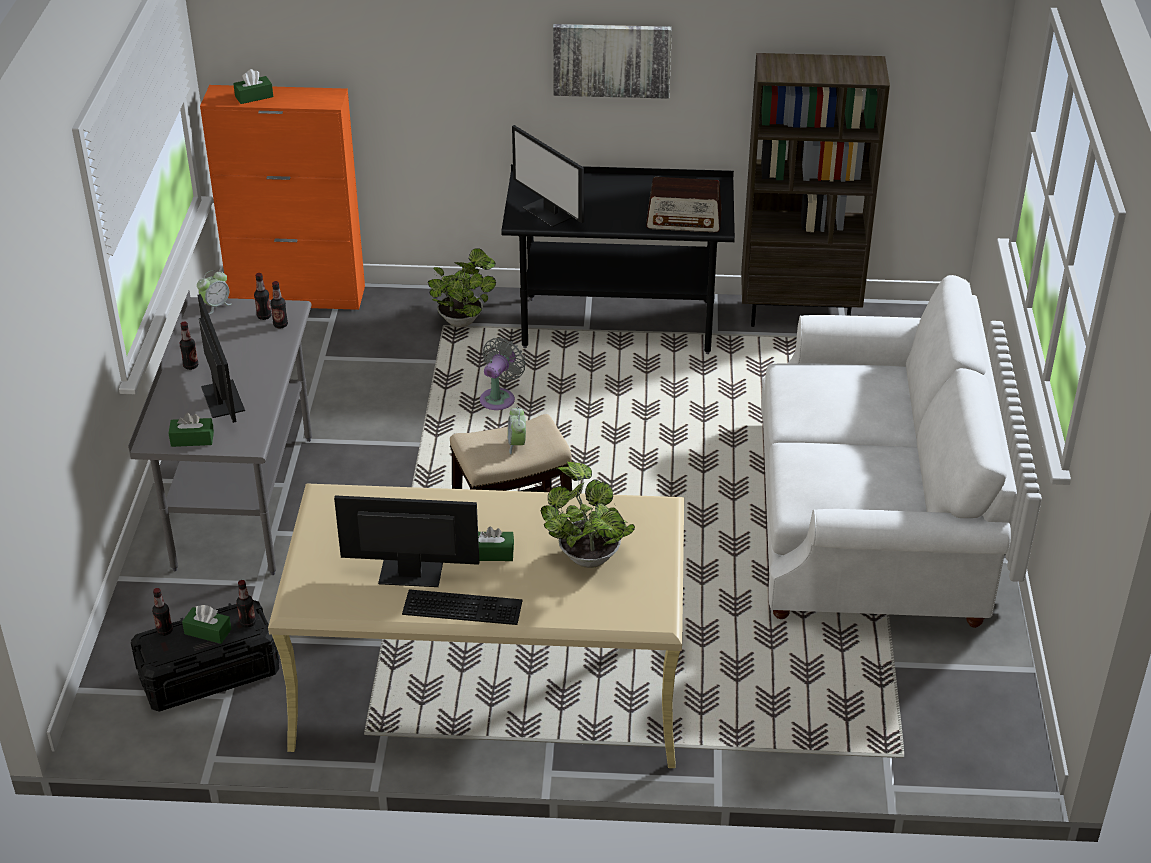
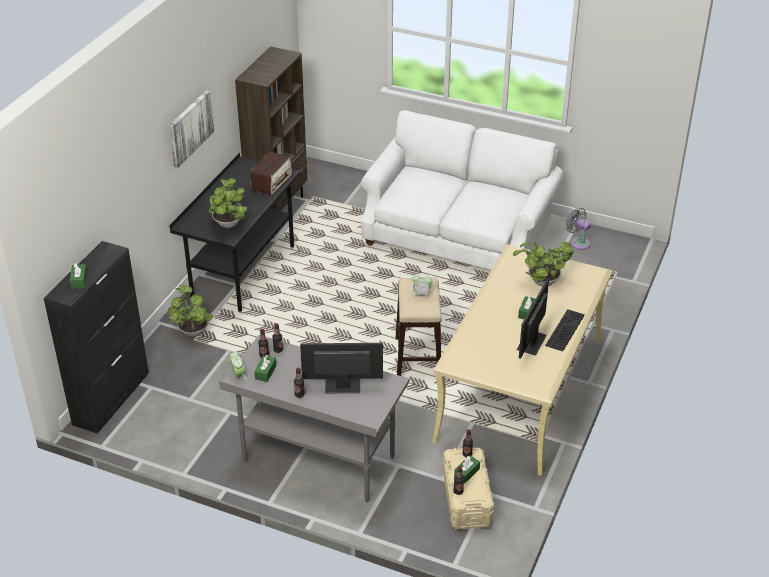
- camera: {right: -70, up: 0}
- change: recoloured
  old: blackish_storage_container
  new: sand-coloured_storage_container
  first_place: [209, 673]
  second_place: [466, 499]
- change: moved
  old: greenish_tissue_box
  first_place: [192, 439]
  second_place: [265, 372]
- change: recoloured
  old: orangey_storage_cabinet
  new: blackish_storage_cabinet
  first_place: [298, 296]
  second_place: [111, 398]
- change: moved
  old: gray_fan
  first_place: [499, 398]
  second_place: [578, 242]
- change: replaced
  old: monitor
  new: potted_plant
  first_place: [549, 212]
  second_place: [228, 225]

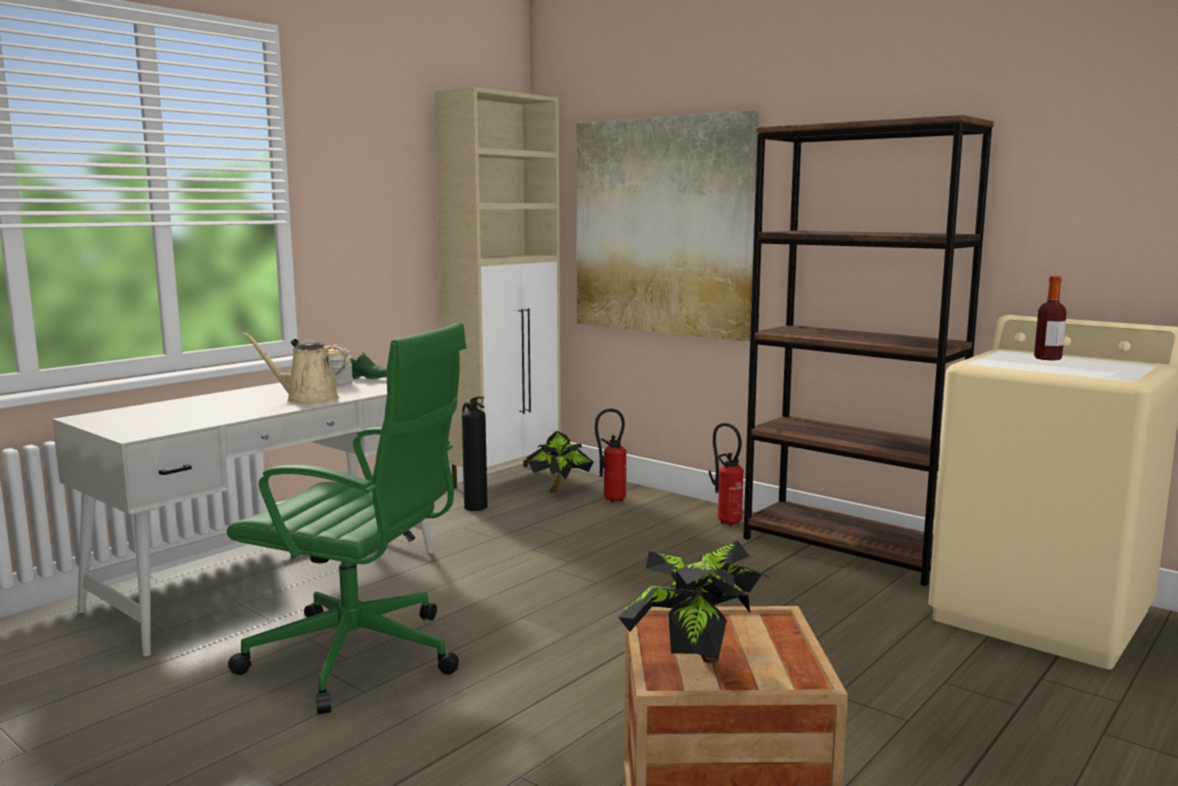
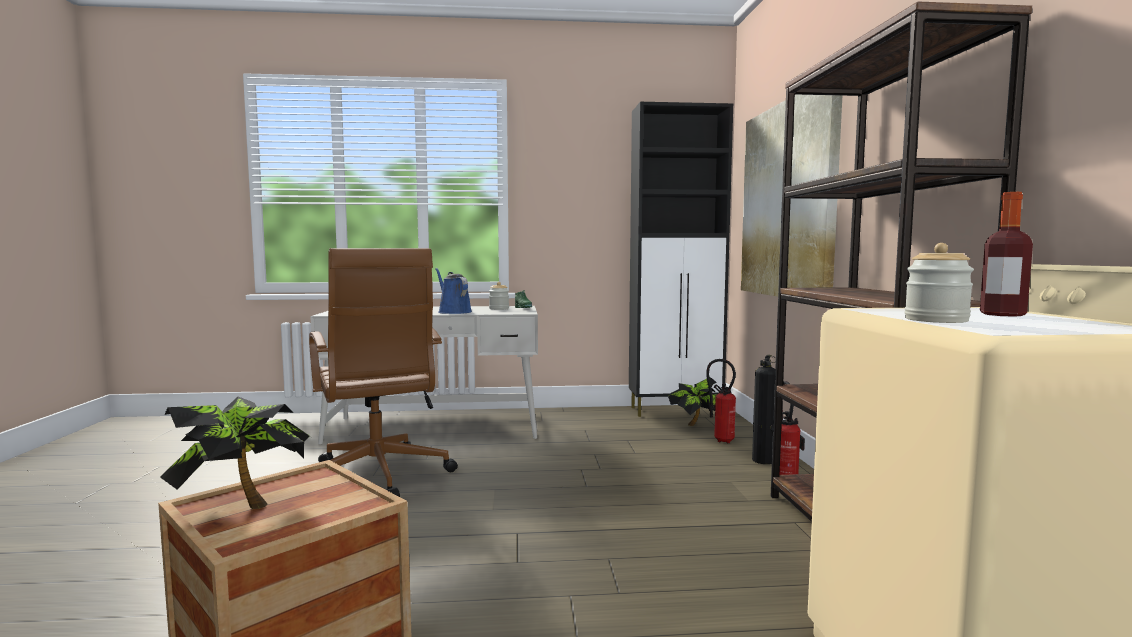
- camera: {right: 45, up: -5}
- change: recoloured
  old: greenish_computer_chair
  new: brown-coloured_computer_chair
  first_place: [360, 658]
  second_place: [377, 477]
- change: recoloured
  old: sand-coloured_watering_pot
  new: blue-coloured_watering_pot
  first_place: [307, 399]
  second_place: [453, 312]
- change: recoloured
  old: sand-coloured_storage_cabinet
  new: blackish_storage_cabinet
  first_place: [506, 480]
  second_place: [676, 411]
- change: moved
  old: fire-fighting_cylinder
  first_place: [475, 507]
  second_place: [763, 460]
- change: added
  new: preserve_jar
  second_place: [936, 320]

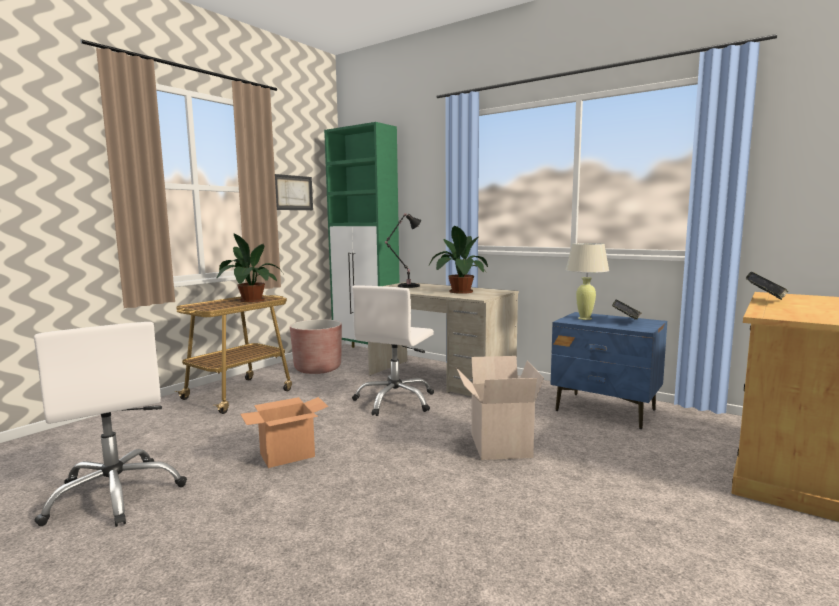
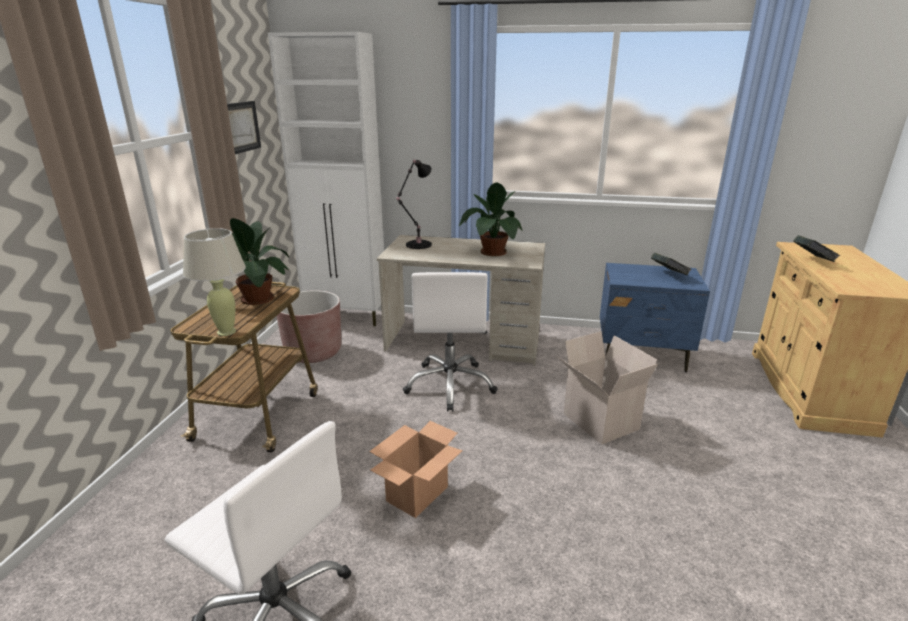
- camera: {right: -25, up: 15}
- change: recoloured
  old: greenish_storage_cabinet
  new: white-coloured_storage_cabinet
  first_place: [367, 353]
  second_place: [347, 317]
- change: moved
  old: sand-coloured_lamp_for_a_table
  first_place: [584, 318]
  second_place: [226, 332]

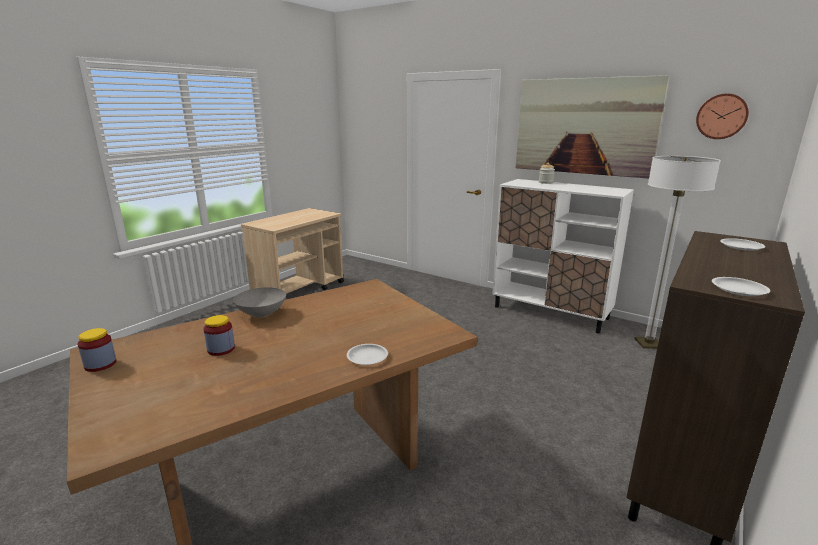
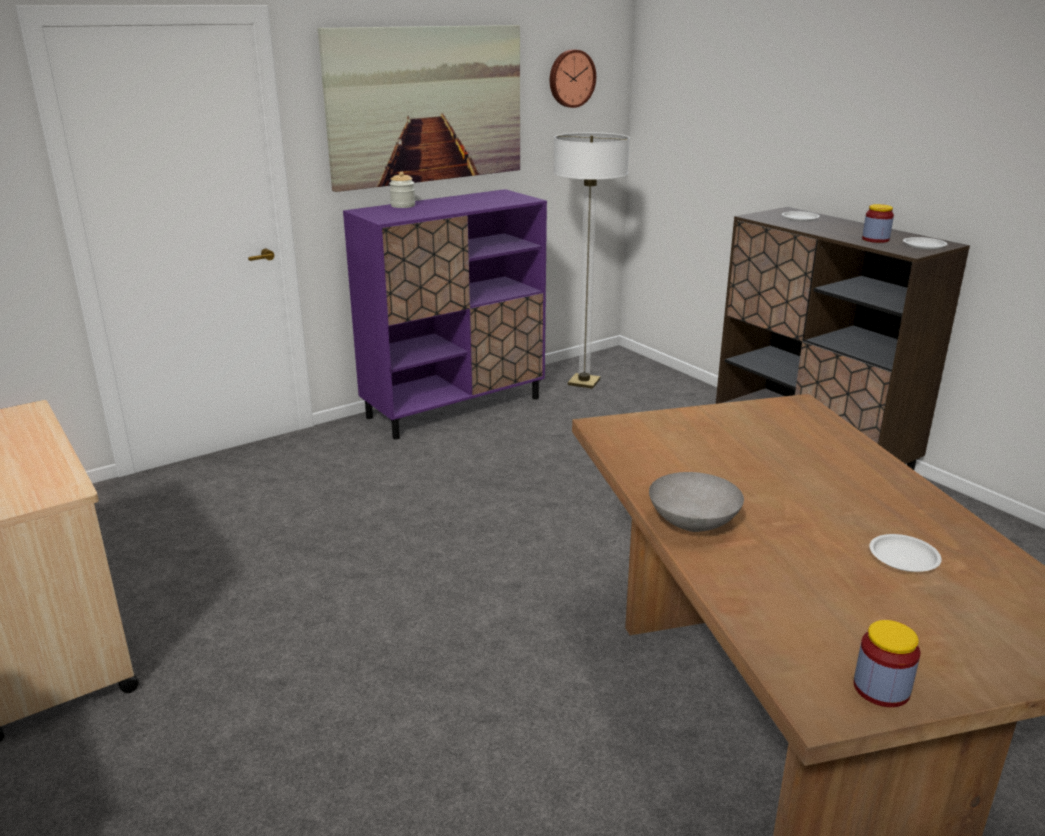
- camera: {right: -70, up: 5}
- change: moved
  old: preserve_jar
  first_place: [221, 349]
  second_place: [875, 239]
- change: moved
  old: white-coloured_dinner_plate
  first_place: [367, 357]
  second_place: [903, 557]
- change: recoloured
  old: white-coloured_storage_cabinet
  new: purple-coloured_storage_cabinet
  first_place: [550, 312]
  second_place: [455, 407]

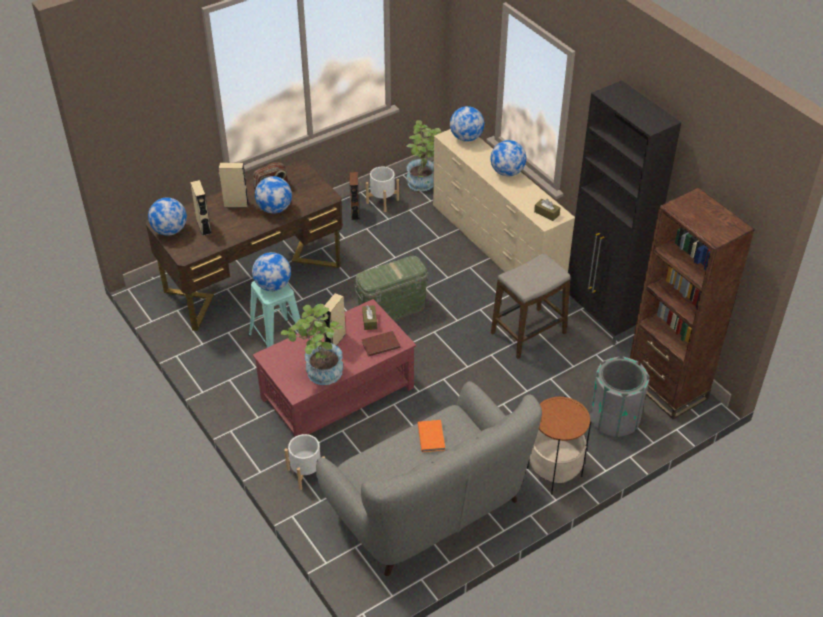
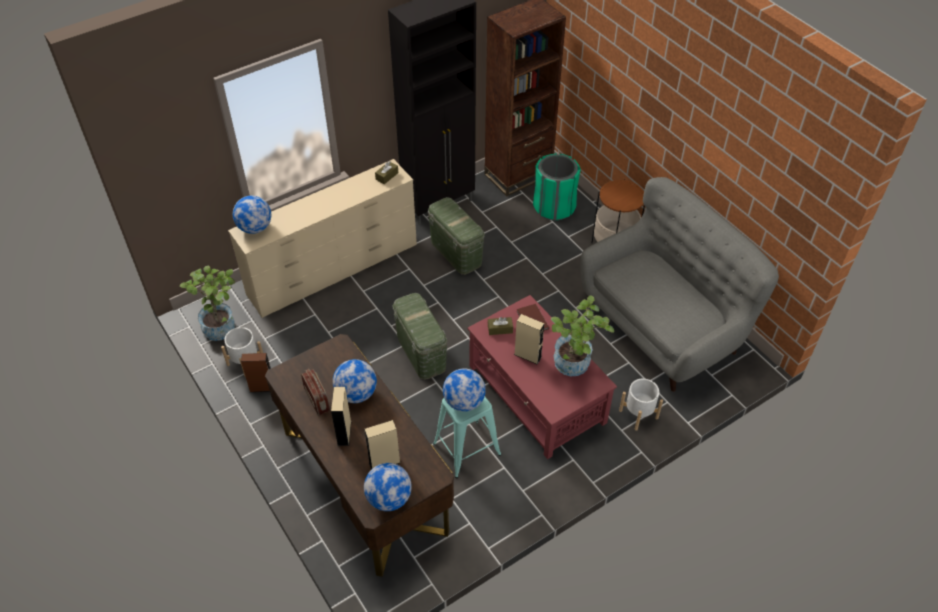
- camera: {right: -90, up: 5}
- change: removed
  old: orangey_bound_book
  first_place: [432, 436]
- change: removed
  old: desk_globe
  first_place: [507, 172]
- change: replaced
  old: stool
  new: greenish_storage_container
  first_place: [528, 333]
  second_place: [456, 252]
- change: recoloured
  old: gray_trash_can
  new: greenish_trash_can
  first_place: [614, 419]
  second_place: [554, 207]

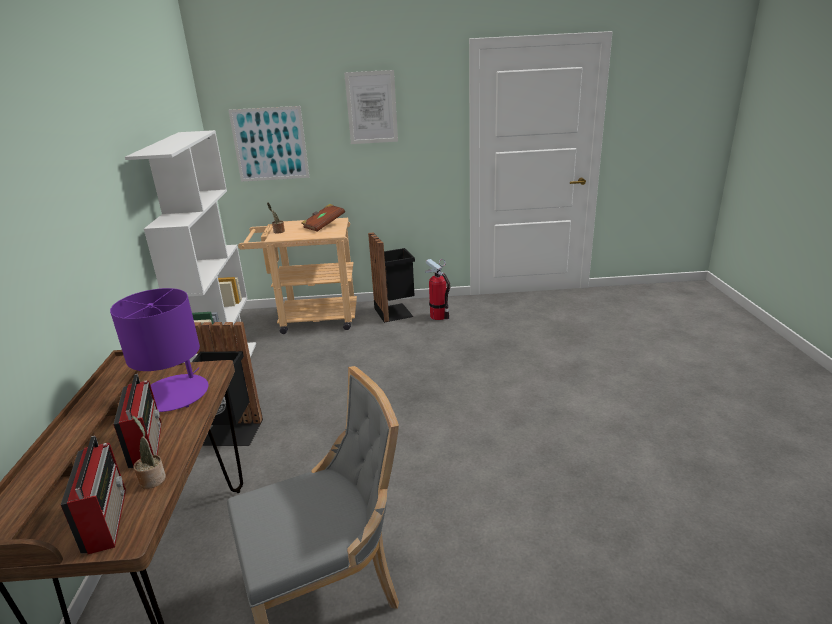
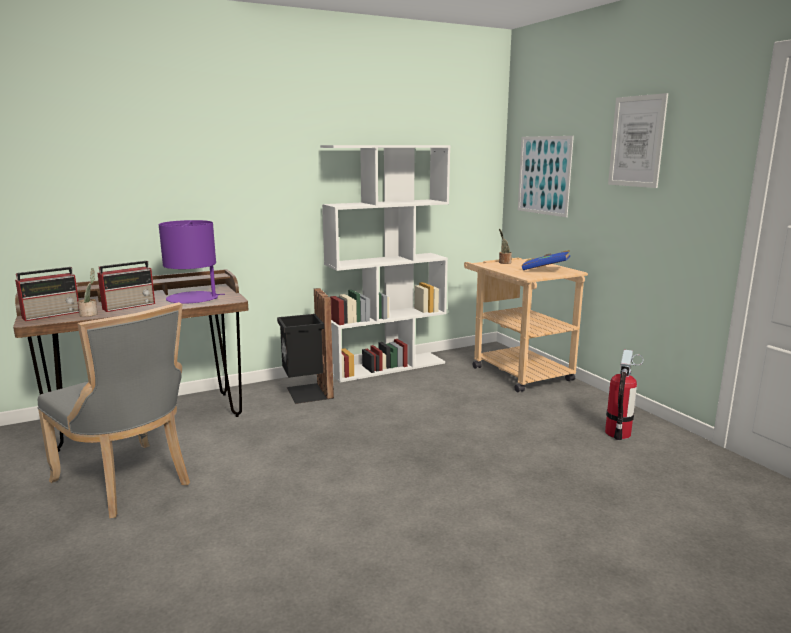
- camera: {right: 65, up: -10}
- change: recoloured
  old: brown-coloured_bound_book
  new: blue-coloured_bound_book
  first_place: [323, 225]
  second_place: [545, 270]
- change: removed
  old: blackish_trash_can
  first_place: [395, 312]

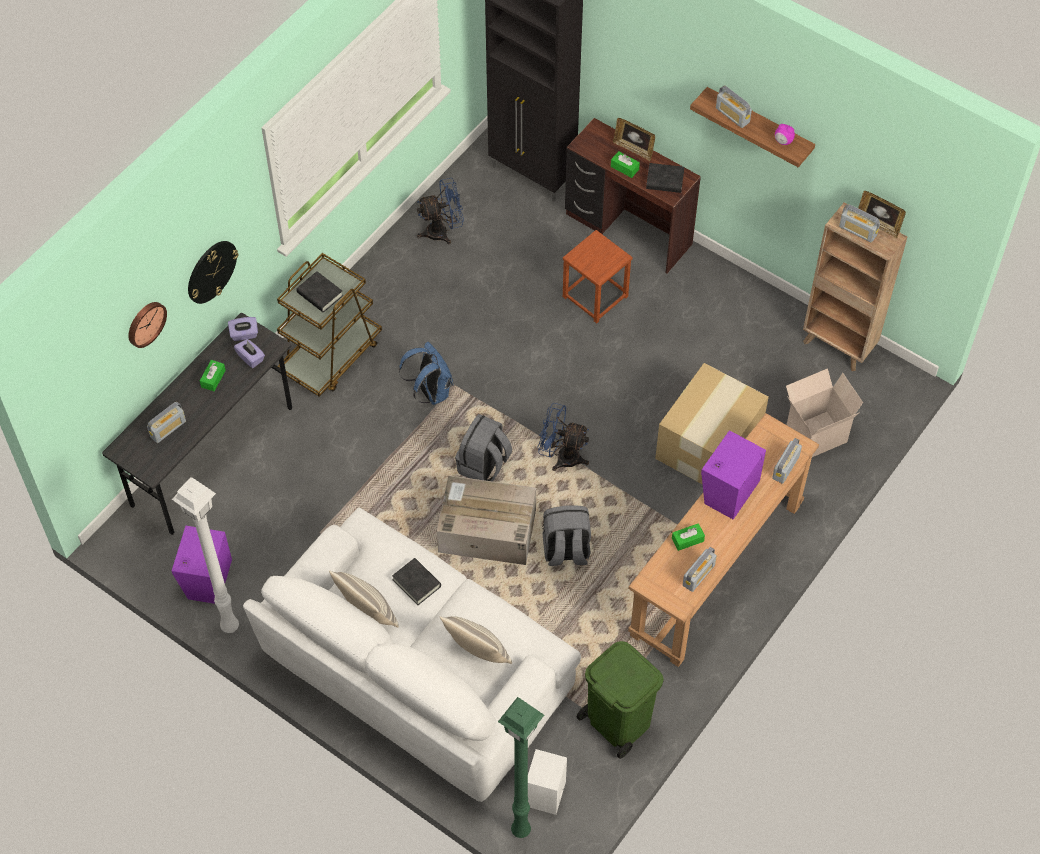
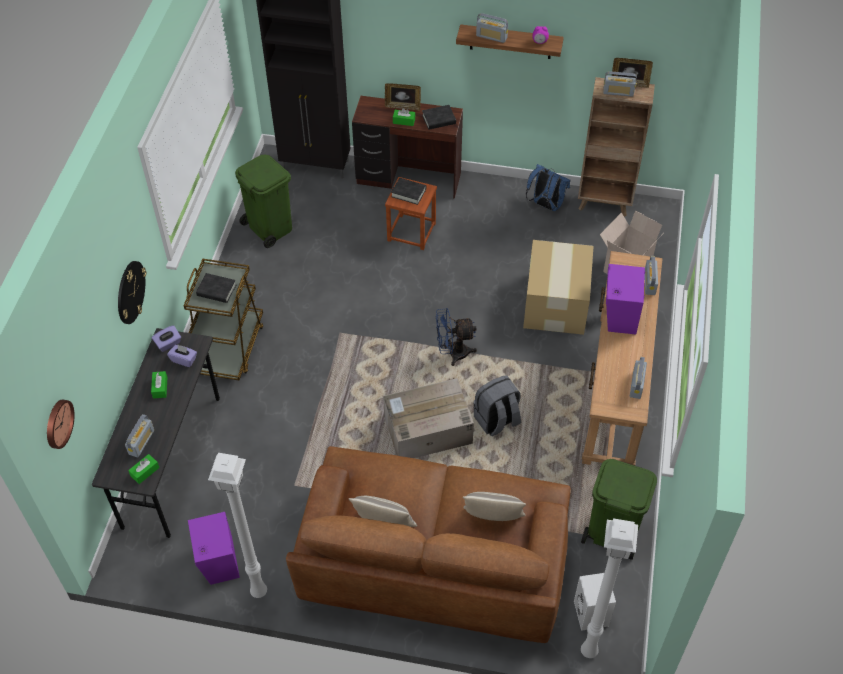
- camera: {right: -25, up: -5}
- change: moved
  old: hanging_clock
  first_place: [145, 323]
  second_place: [57, 423]
- change: recoloured
  old: white-coloured_settee
  new: brown-coloured_settee
  first_place: [416, 671]
  second_place: [433, 561]
- change: moved
  old: blackish_bound_book
  first_place: [416, 583]
  second_place: [408, 193]
- change: moved
  old: blue-coloured_rucksack
  first_place: [430, 392]
  second_place: [545, 205]
- change: replaced
  old: blue-coloured_fan
  new: greenish_trash_can
  first_place: [442, 231]
  second_place: [269, 227]
- change: removed
  old: gray_rucksack
  first_place: [483, 465]
- change: recoloured
  old: greenish_standard_lamp
  new: white-coloured_standard_lamp
  first_place: [519, 830]
  second_place: [587, 652]
- change: moved
  old: greenish_tissue_box
  first_place: [687, 540]
  second_place: [145, 472]

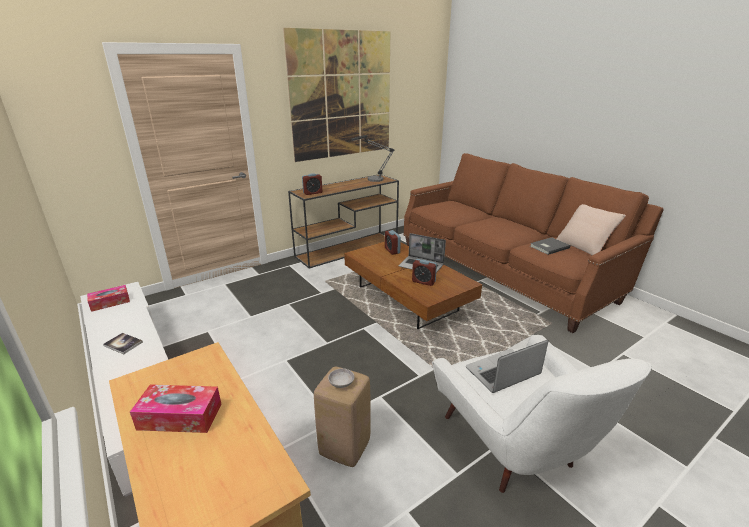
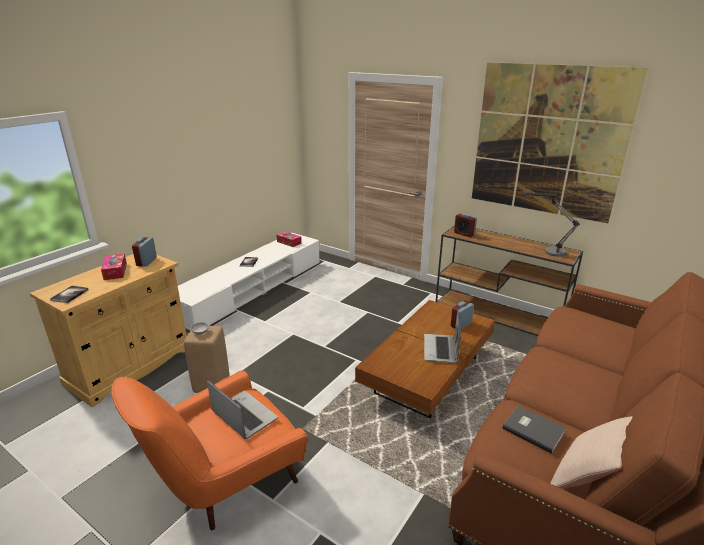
- camera: {right: 70, up: 0}
- change: moved
  old: bedside_clock
  first_place: [423, 282]
  second_place: [146, 262]
- change: recoloured
  old: white-coloured_armchair
  new: orangey_armchair
  first_place: [515, 449]
  second_place: [225, 484]
- change: added
  new: bound_book
  second_place: [70, 295]

